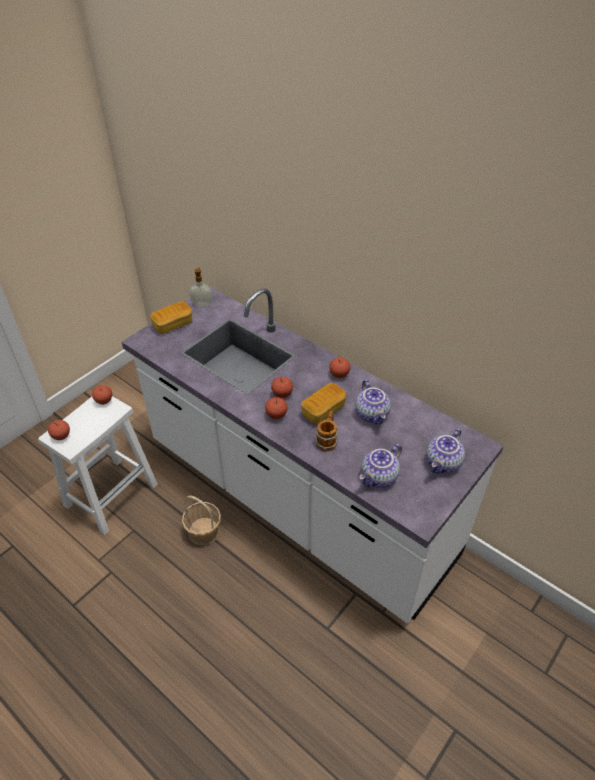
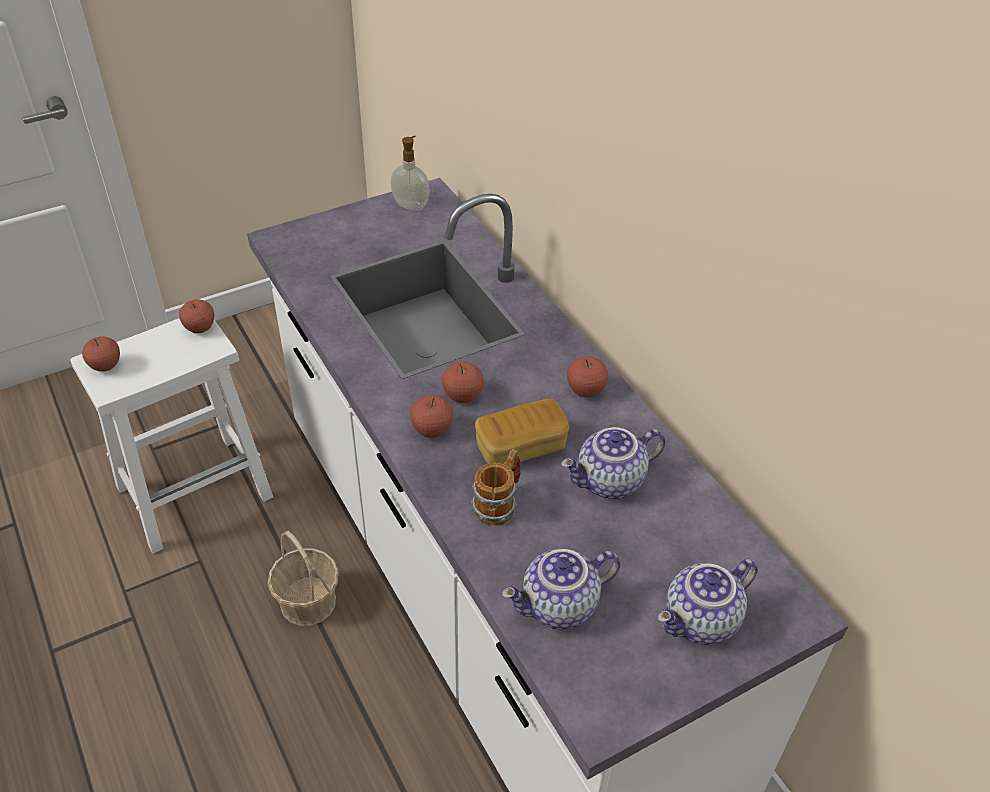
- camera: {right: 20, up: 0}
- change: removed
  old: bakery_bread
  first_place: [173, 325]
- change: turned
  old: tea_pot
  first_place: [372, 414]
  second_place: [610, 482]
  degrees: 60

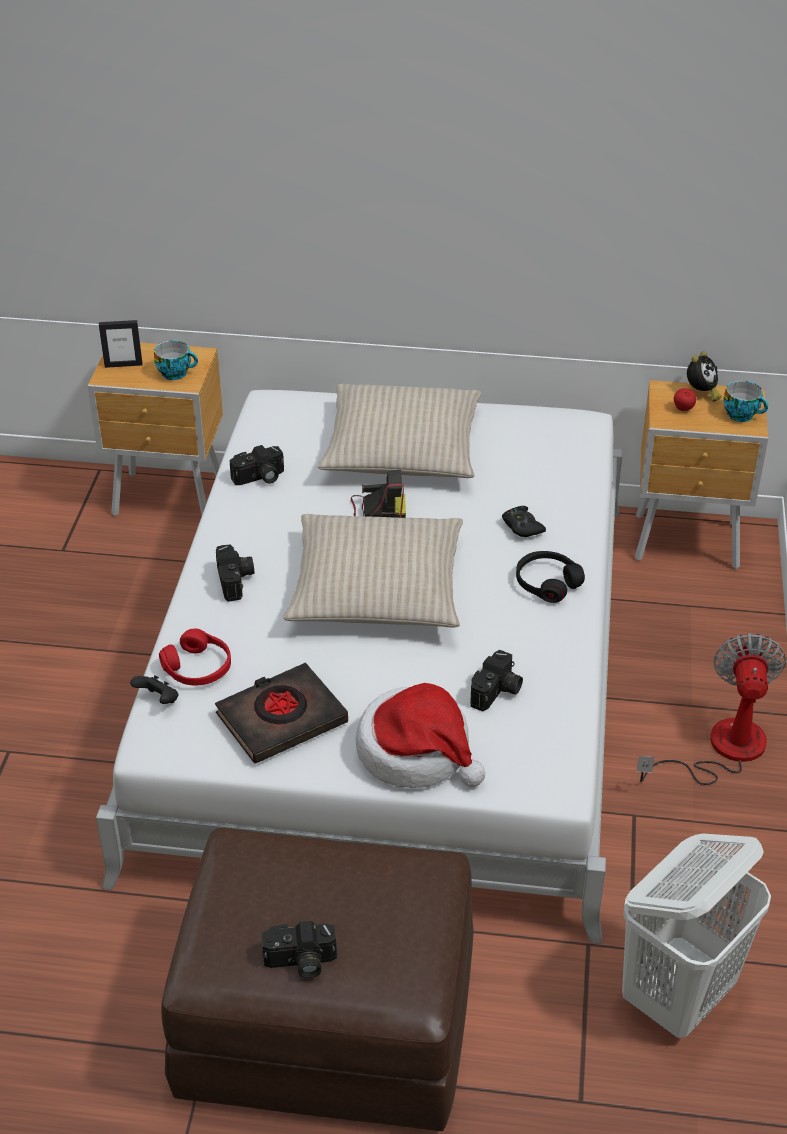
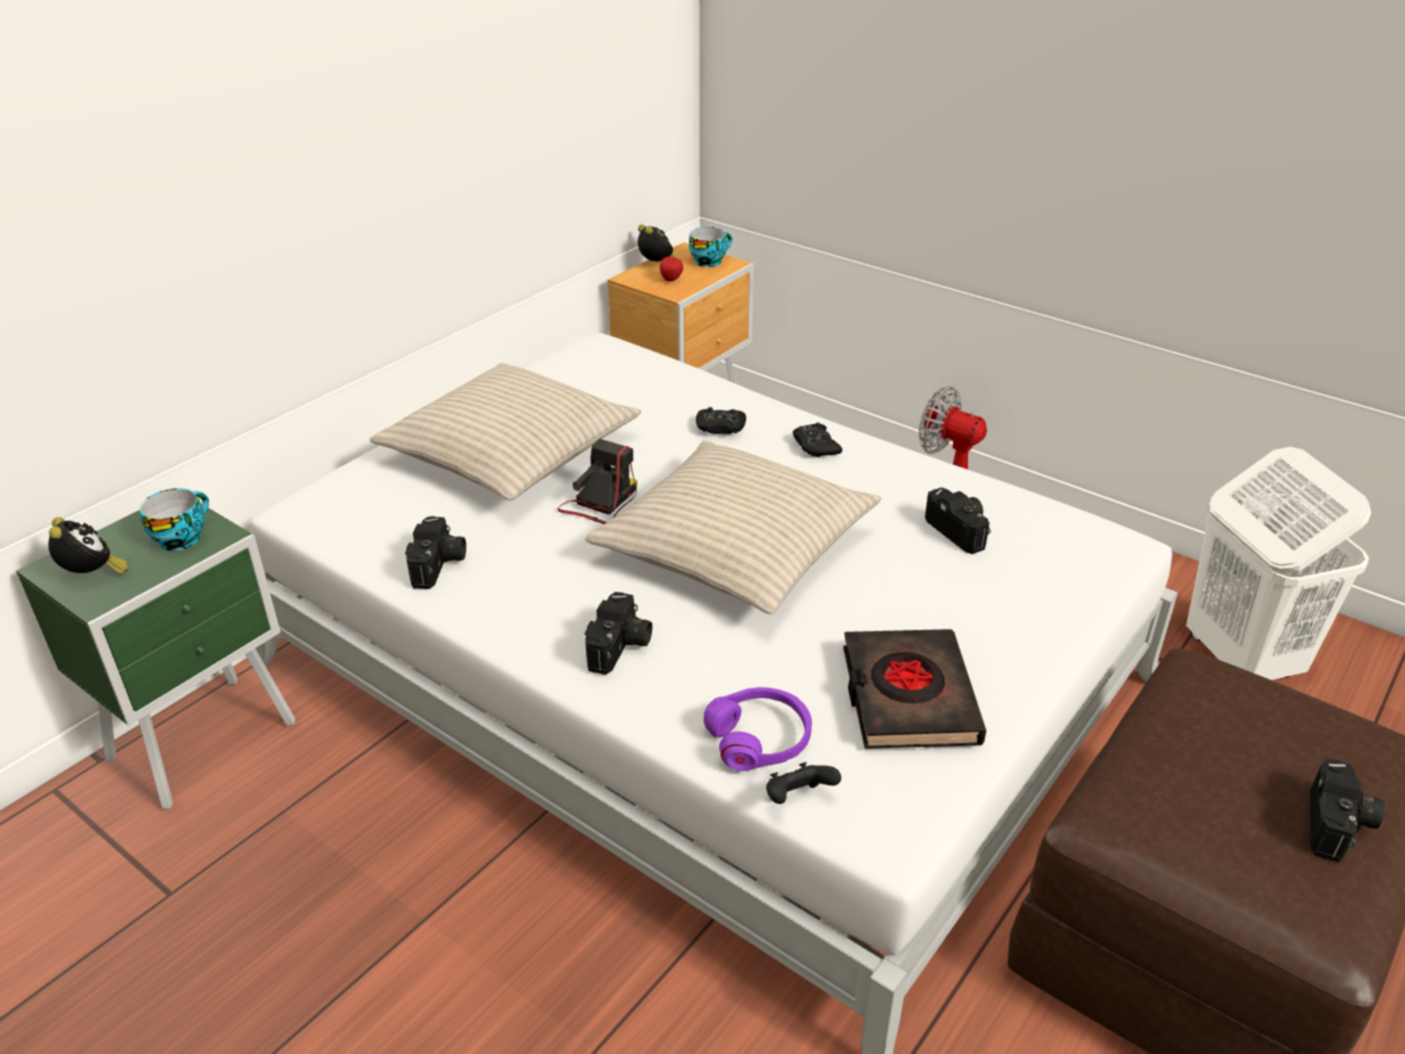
- camera: {right: -60, up: -5}
- change: recoloured
  old: brown-coloured_night_table
  new: greenish_night_table
  first_place: [171, 500]
  second_place: [208, 741]
- change: replaced
  old: photo_frame
  new: bedside_clock
  first_place: [123, 364]
  second_place: [93, 576]
- change: recoloured
  old: red-coloured_headphones
  new: purple-coloured_headphones
  first_place: [198, 668]
  second_place: [759, 739]
- change: turned
  old: photo_camera
  first_place: [236, 581]
  second_place: [621, 648]
  degrees: 90
- change: removed
  old: hat
  first_place: [416, 752]
- change: replaced
  old: blackish_headphones
  new: blackish_game_controller
  first_place: [547, 583]
  second_place: [815, 446]

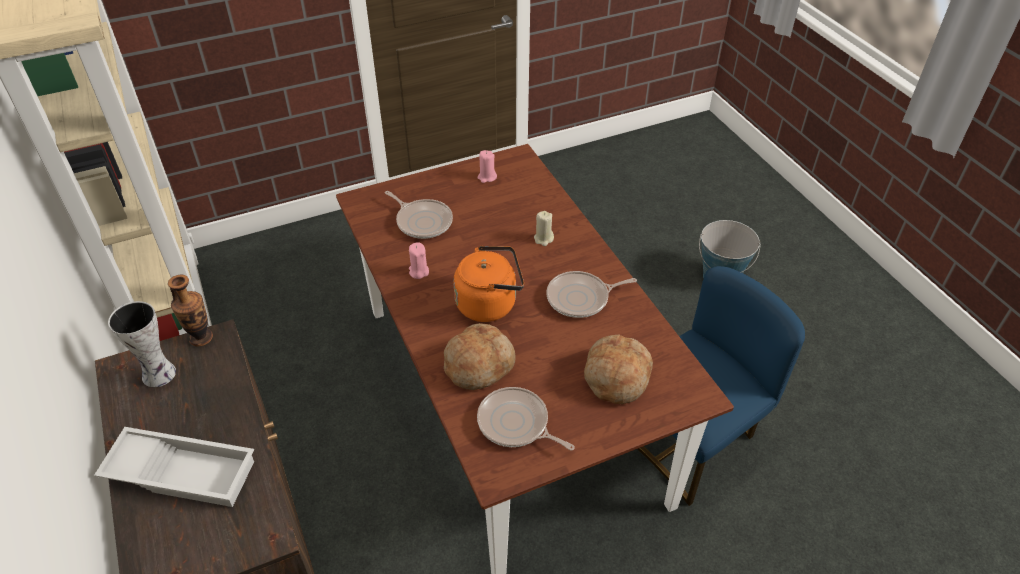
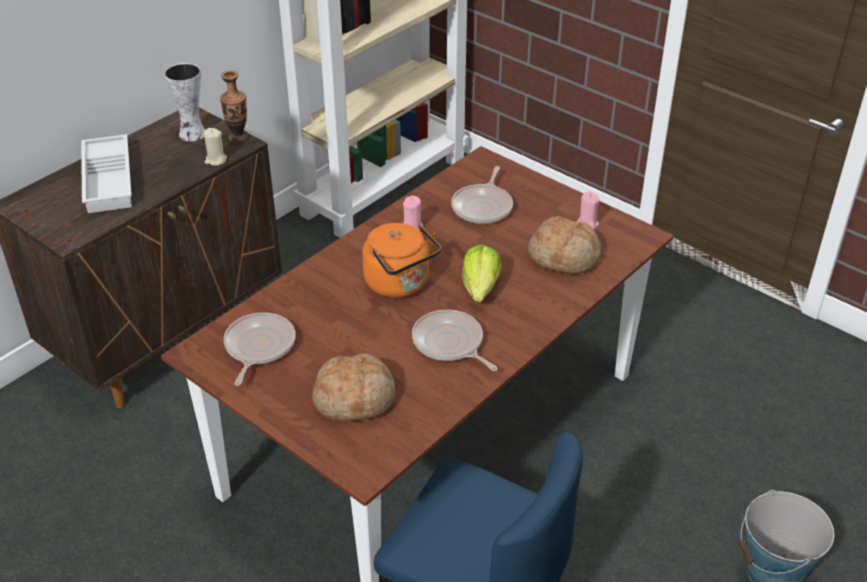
- camera: {right: 65, up: -5}
- change: moved
  old: bakery_bread
  first_place: [479, 364]
  second_place: [564, 256]
- change: moved
  old: sand-coloured_wax_candle
  first_place: [543, 239]
  second_place: [215, 160]
- change: added
  new: lettuce
  second_place: [480, 288]

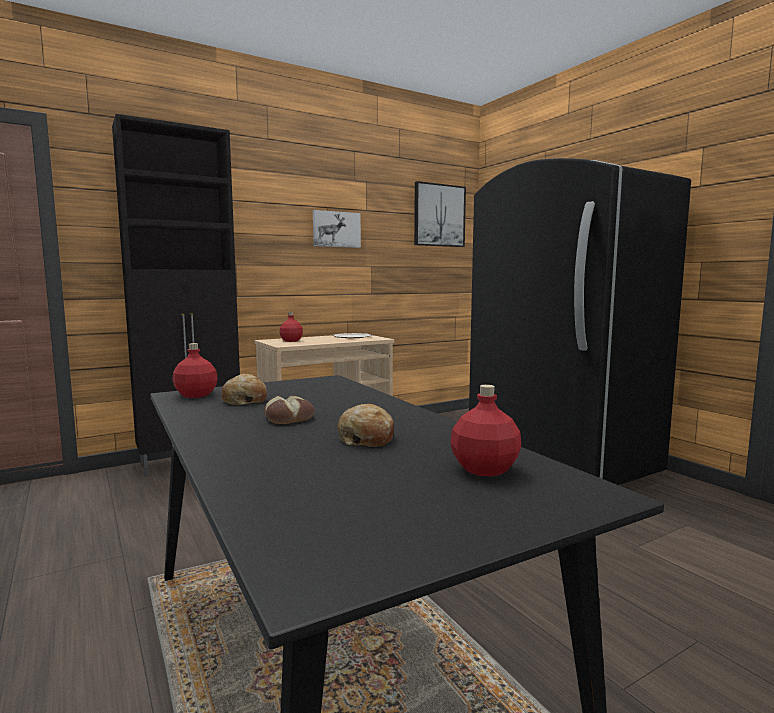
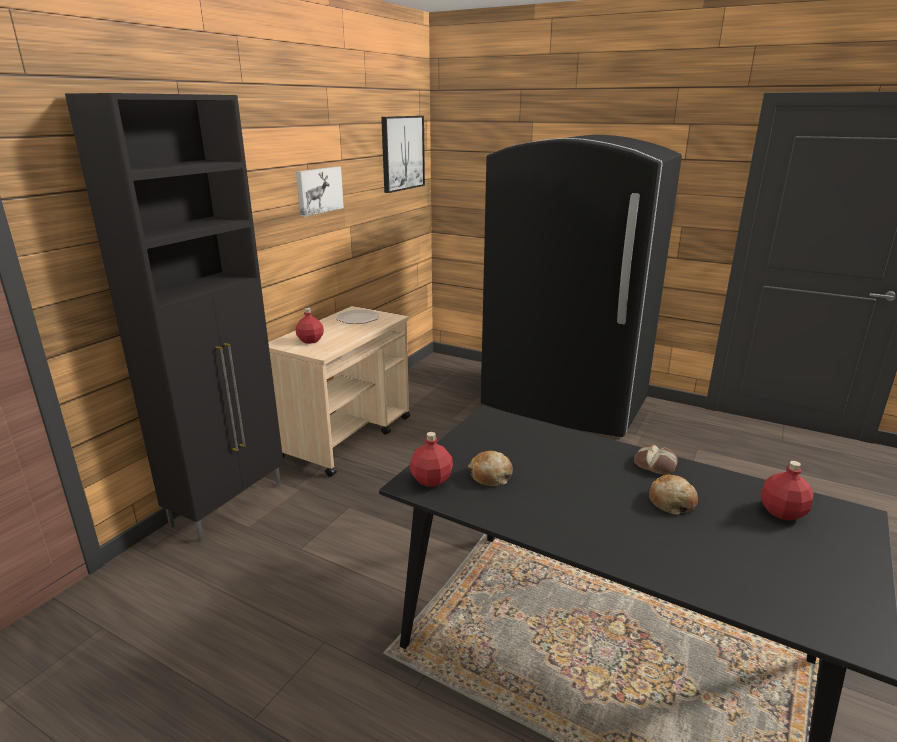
- camera: {right: -30, up: 15}
- change: moved
  old: bakery_bread
  first_place: [289, 418]
  second_place: [655, 464]

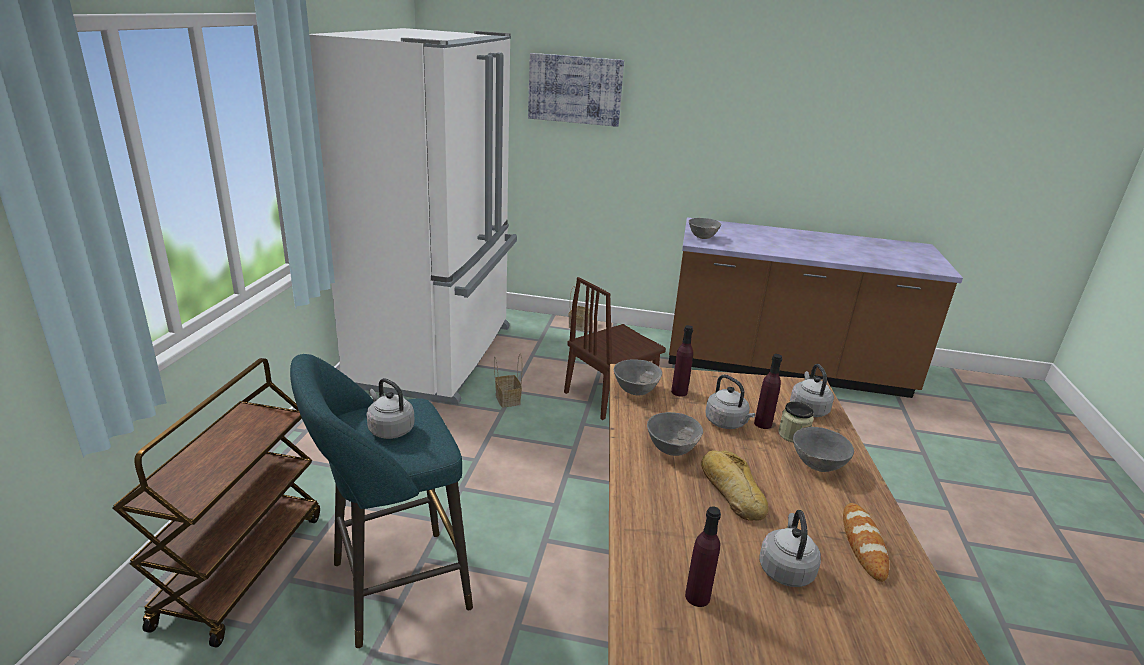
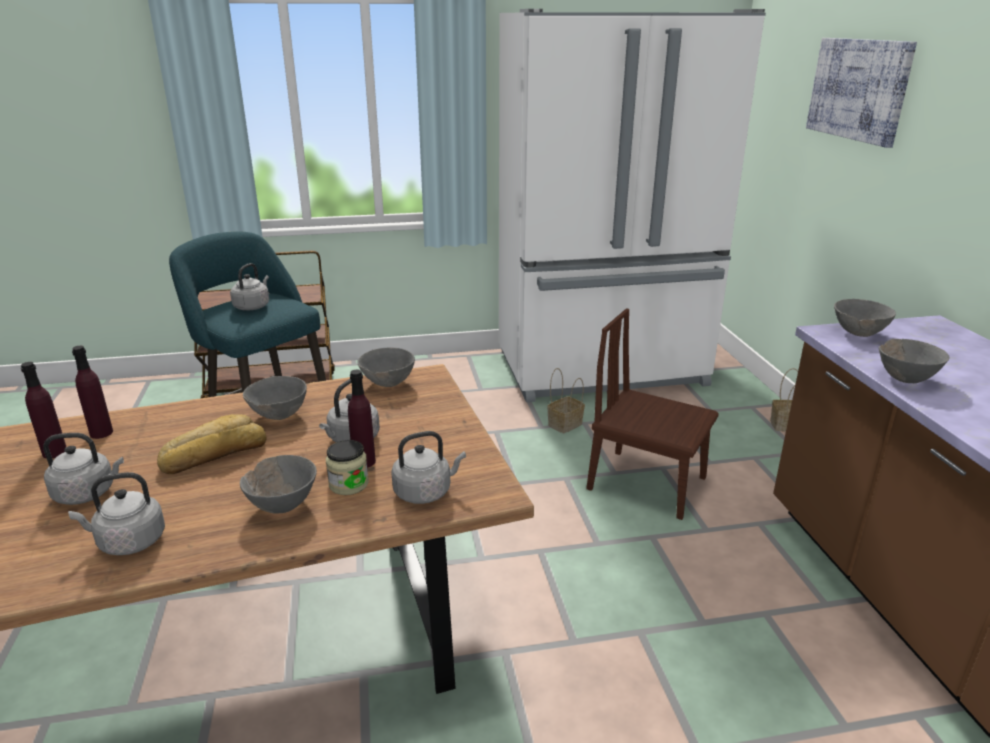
- camera: {right: 70, up: 0}
- change: moved
  old: purple-coloured_beverage_bottle
  first_place: [679, 392]
  second_place: [101, 433]
- change: replaced
  old: bakery_bread
  new: gray_tea_kettle
  first_place: [863, 544]
  second_place: [128, 542]
- change: added
  new: gray_deep_dish
  second_place: [905, 378]

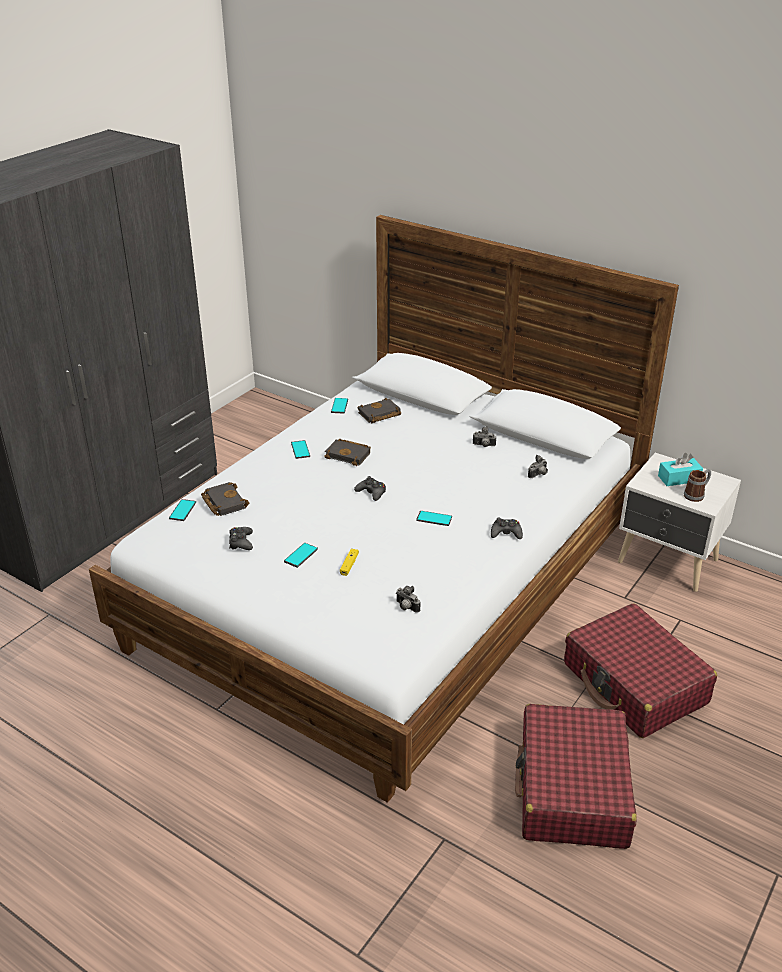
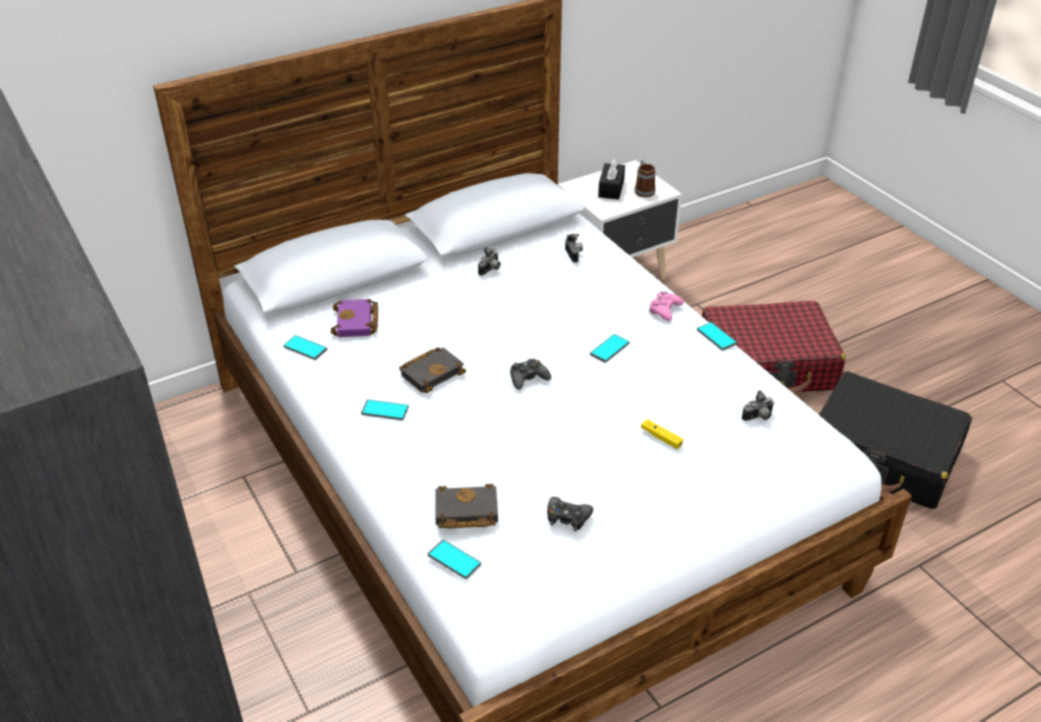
- camera: {right: -65, up: 5}
- change: moved
  old: handset
  first_place: [301, 555]
  second_place: [716, 336]
- change: recoloured
  old: blackish_bound_book
  new: purple-coloured_bound_book
  first_place: [379, 415]
  second_place: [357, 323]
- change: recoloured
  old: blackish_game_controller
  new: pinkish_game_controller
  first_place: [506, 533]
  second_place: [664, 310]
- change: recoloured
  old: red-coloured_travel_case
  new: blackish_travel_case
  first_place: [572, 790]
  second_place: [883, 456]
- change: recoloured
  old: blue-green_tissue_box
  new: blackish_tissue_box
  first_place: [679, 478]
  second_place: [611, 188]

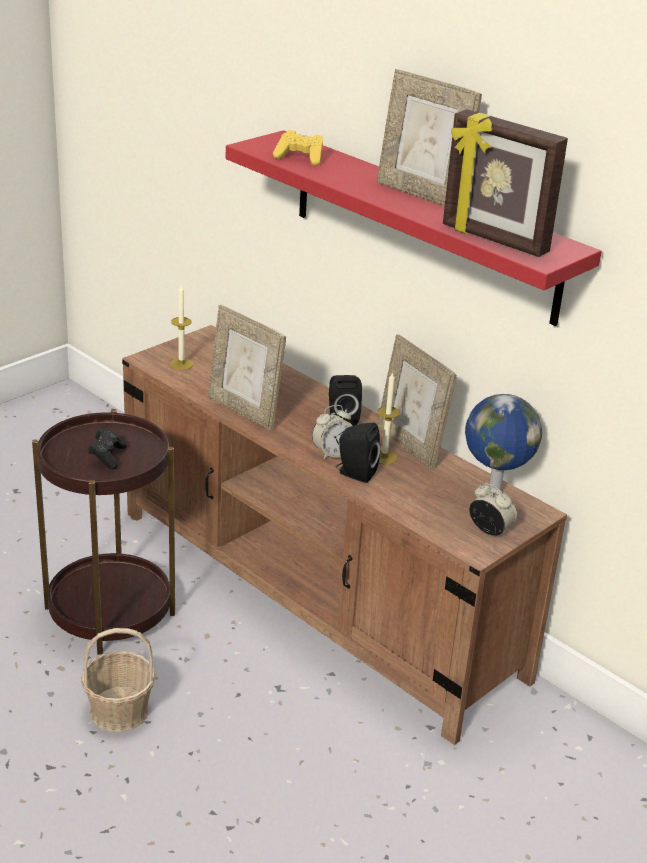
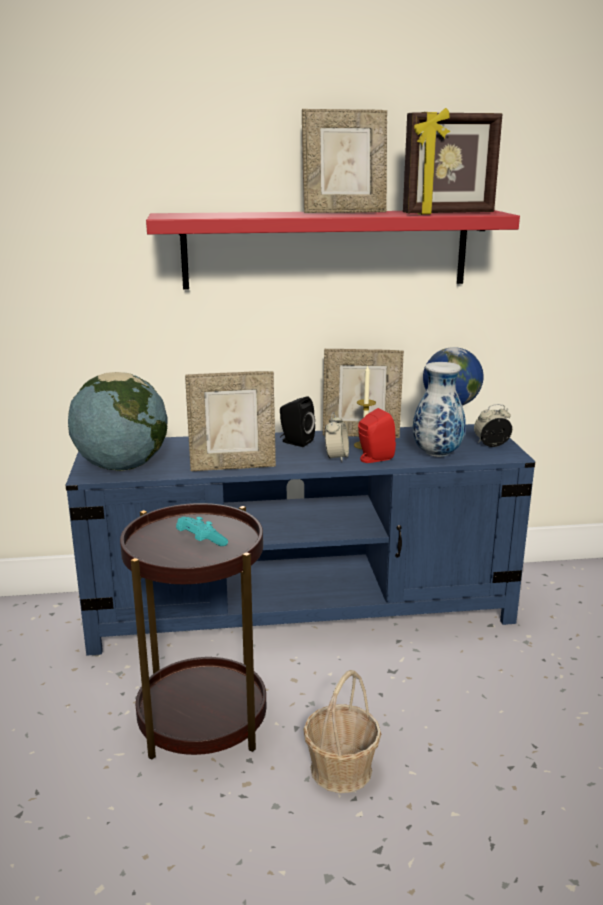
- camera: {right: -50, up: -10}
- change: recoloured
  old: blackish_game_controller
  new: blue-green_game_controller
  first_place: [107, 456]
  second_place: [200, 542]
- change: recoloured
  old: brown-coloured_tv_unit
  new: blue-coloured_tv_unit
  first_place: [316, 593]
  second_place: [303, 609]
- change: replaced
  old: wax_candle
  new: desk_globe
  first_place: [181, 364]
  second_place: [121, 466]
- change: removed
  old: yellow_game_controller
  first_place: [300, 158]
- change: recoloured
  old: blackish_loudspeaker
  new: red-coloured_loudspeaker
  first_place: [355, 473]
  second_place: [373, 459]
- change: added
  new: vase
  second_place: [436, 454]

